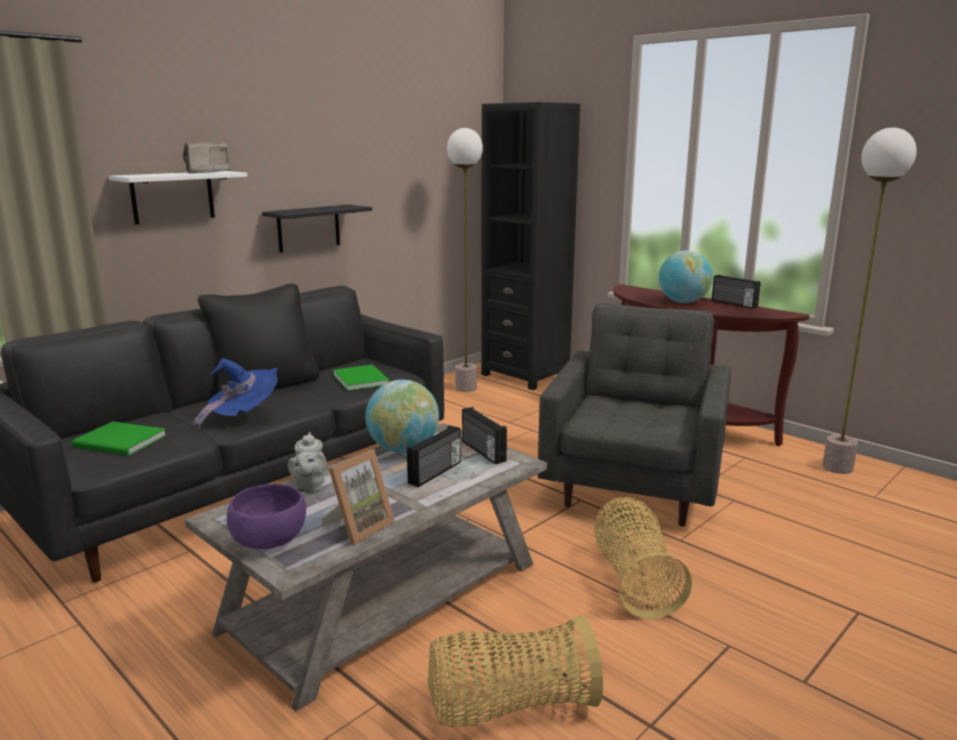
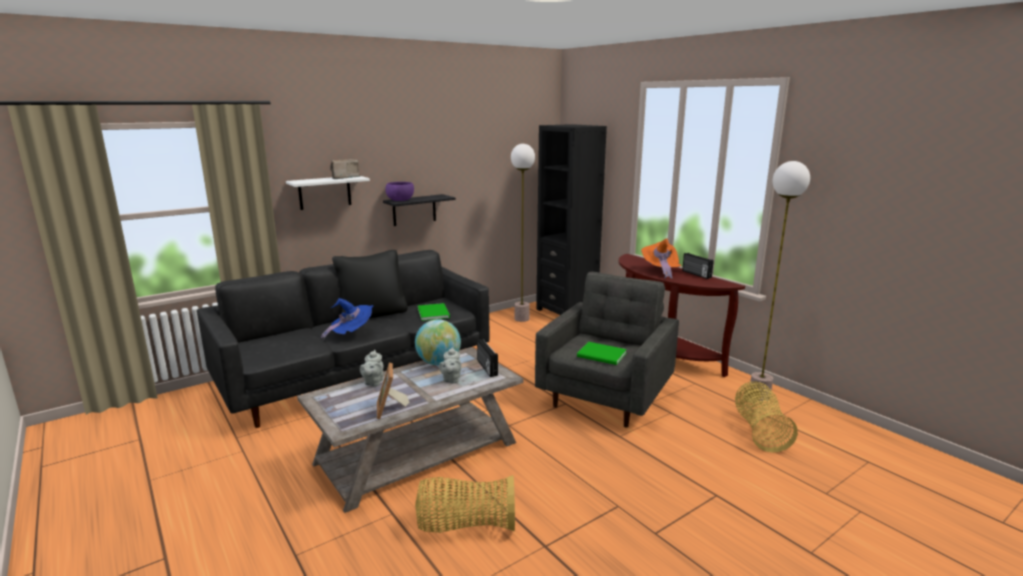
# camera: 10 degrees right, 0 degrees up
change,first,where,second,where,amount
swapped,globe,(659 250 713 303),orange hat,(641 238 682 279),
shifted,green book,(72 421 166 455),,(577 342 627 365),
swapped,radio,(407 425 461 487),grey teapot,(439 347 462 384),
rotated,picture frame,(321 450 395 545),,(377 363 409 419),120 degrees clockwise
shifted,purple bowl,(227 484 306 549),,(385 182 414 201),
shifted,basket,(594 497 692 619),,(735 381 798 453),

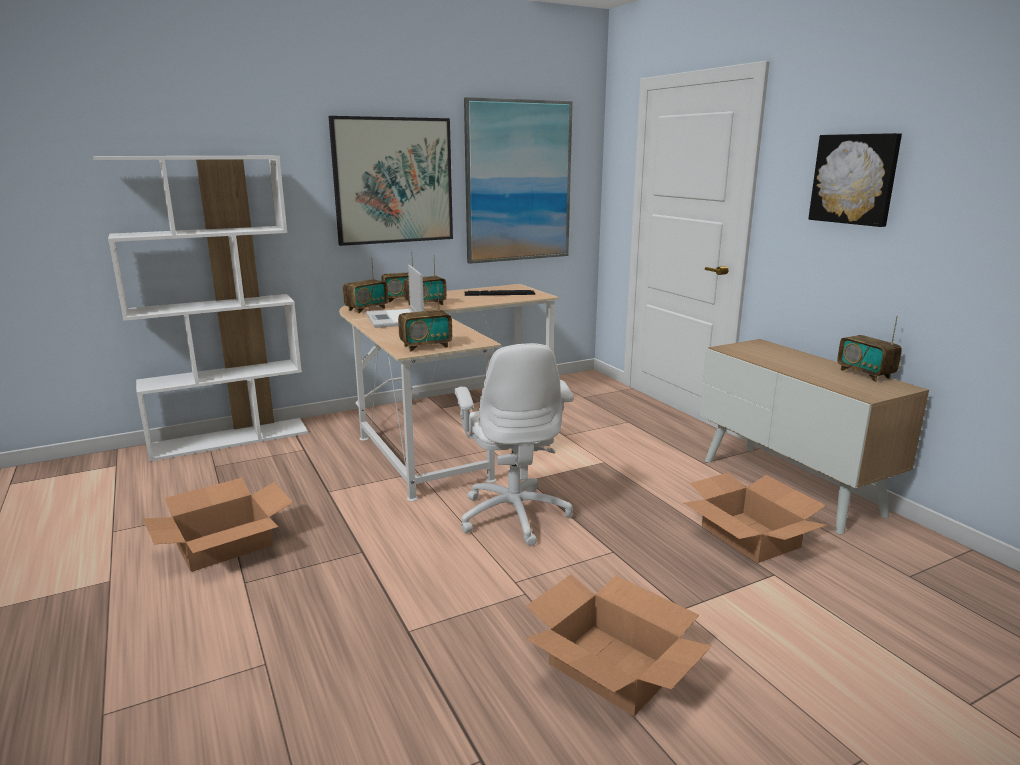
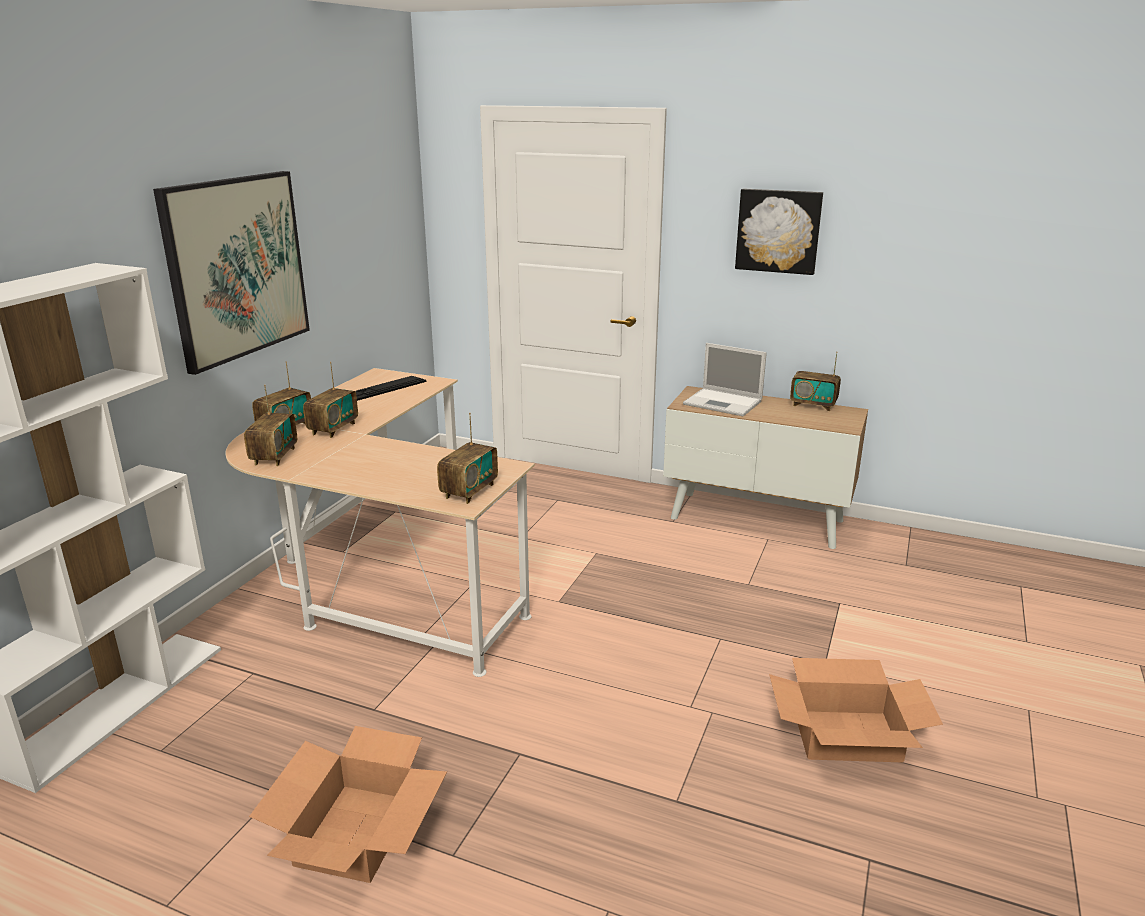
# camera: 40 degrees left, 5 degrees up
change,first,where,second,where,amount
gone,picture,(464 97 573 264),,,
shifted,laptop,(366 265 424 328),,(683 343 767 416),
gone,white office chair,(455 343 574 546),,,
gone,cardboard box,(684 472 827 563),,,

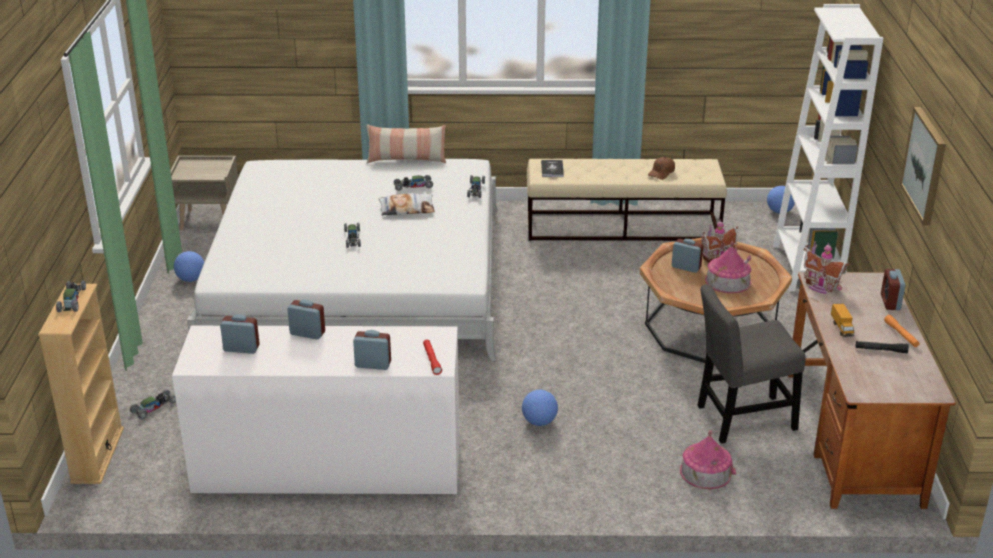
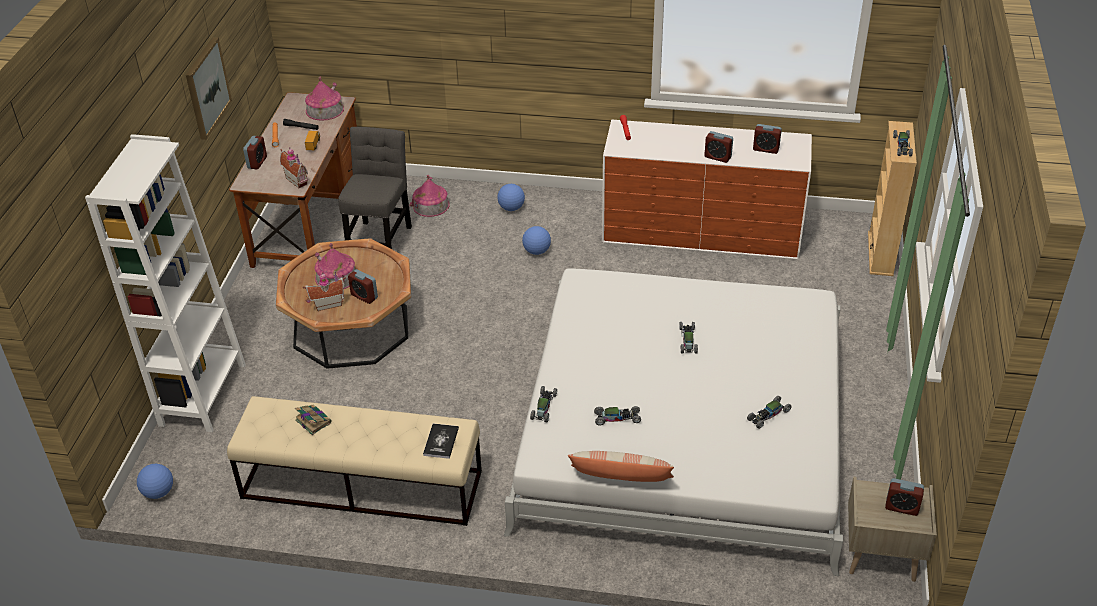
# camera: 170 degrees left, 10 degrees up
change,first,where,second,where,amount
swapped,brown cap,(648 157 675 180),book,(295 405 332 435),
gone,pillow,(378 193 435 216),,,
shifted,football,(174 251 204 282),,(497 184 525 211),
rotated,grey chair,(697 284 806 444),,(338 127 412 249),75 degrees counterclockwise
shifted,alarm clock,(353 330 391 370),,(885 478 924 516),
shifted,toy car,(130 390 176 419),,(747 396 791 429),
new,,,toy house,(305 77 344 121),

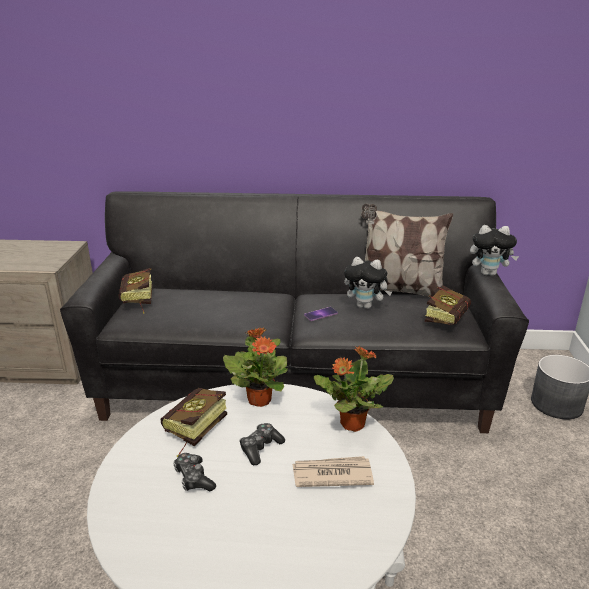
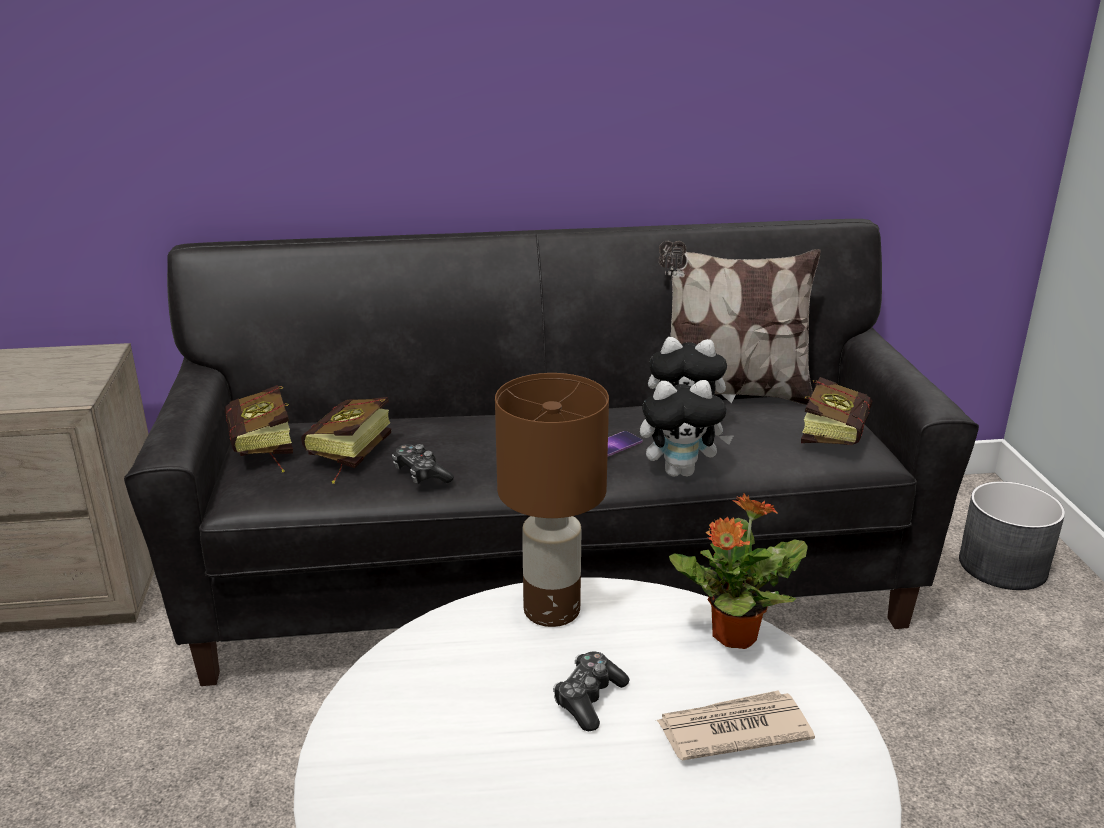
# camera: 10 degrees left, 0 degrees up
change,first,where,second,where,amount
shifted,plush toy,(470 225 519 276),,(640 380 734 477),
swapped,potted plant,(223 327 288 407),brown table lamp,(495 373 609 627),
shifted,book,(161 388 227 458),,(301 397 391 484),
shifted,game controller,(173 453 216 491),,(392 444 454 484),

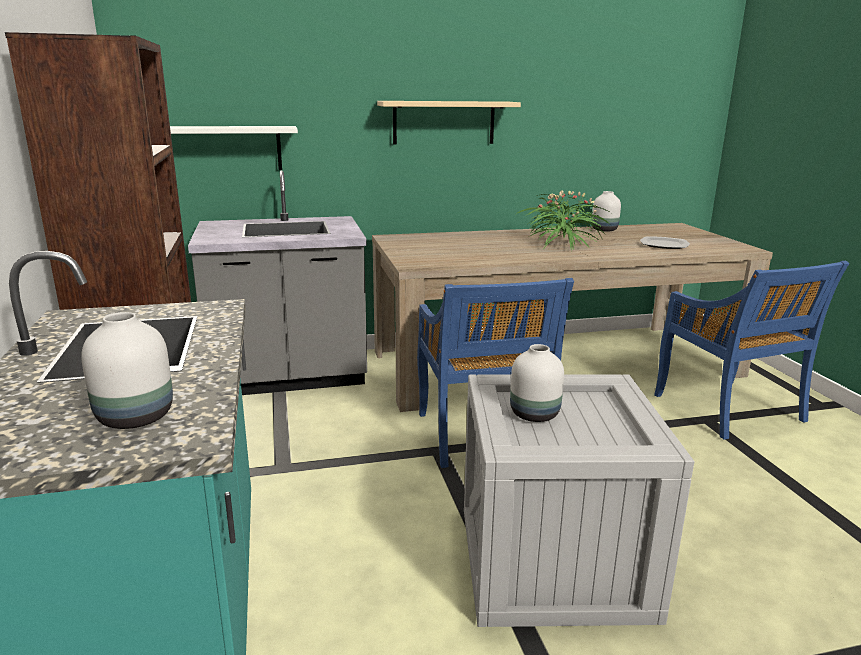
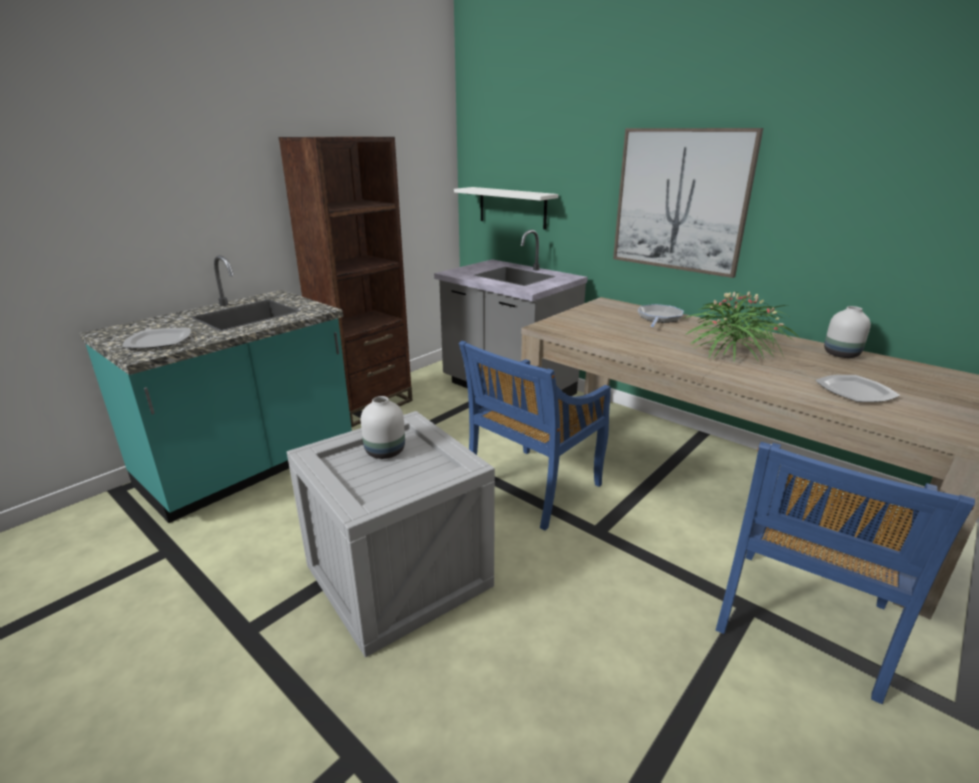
# camera: 55 degrees right, 5 degrees up
change,first,where,second,where,amount
swapped,beige shelf,(377 101 521 144),picture,(613 128 763 278),
swapped,white vase,(81 312 173 429),plate,(122 328 191 348),
new,,,frying pan,(638 304 684 327),

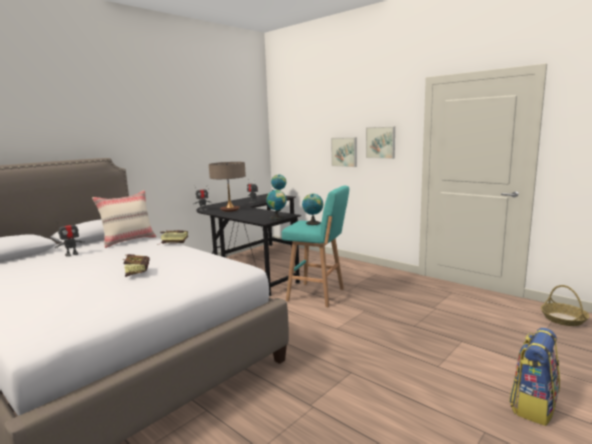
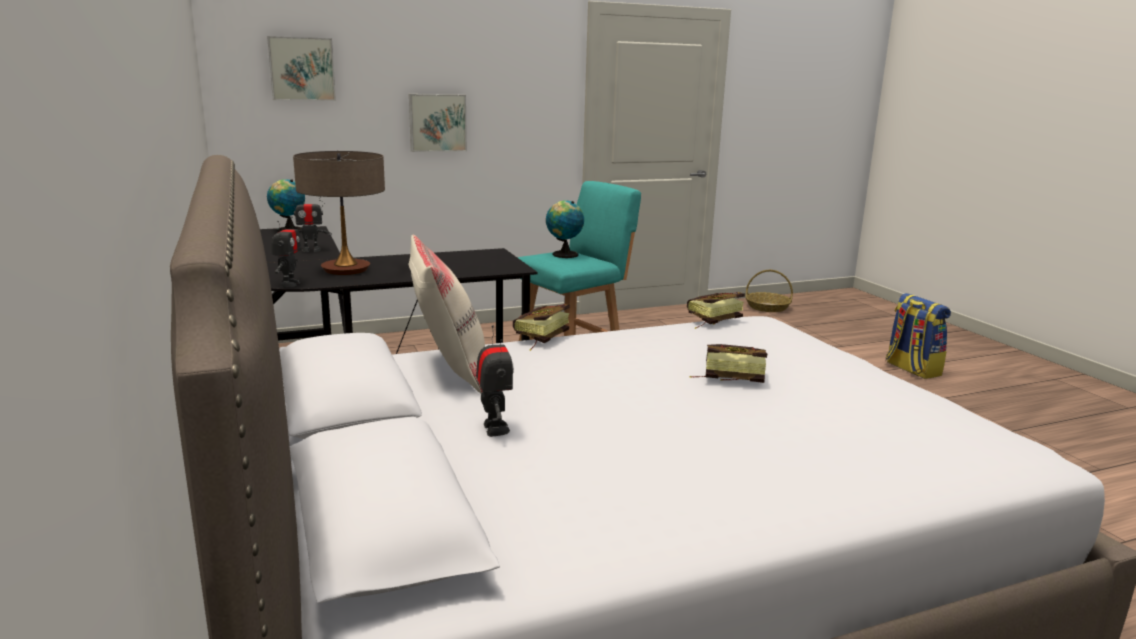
# camera: 65 degrees left, 5 degrees up
change,first,where,second,where,amount
shifted,picture,(366 127 395 159),,(267 36 336 101),
gone,globe,(266 190 287 220),,,
new,,,book,(687 292 745 329),

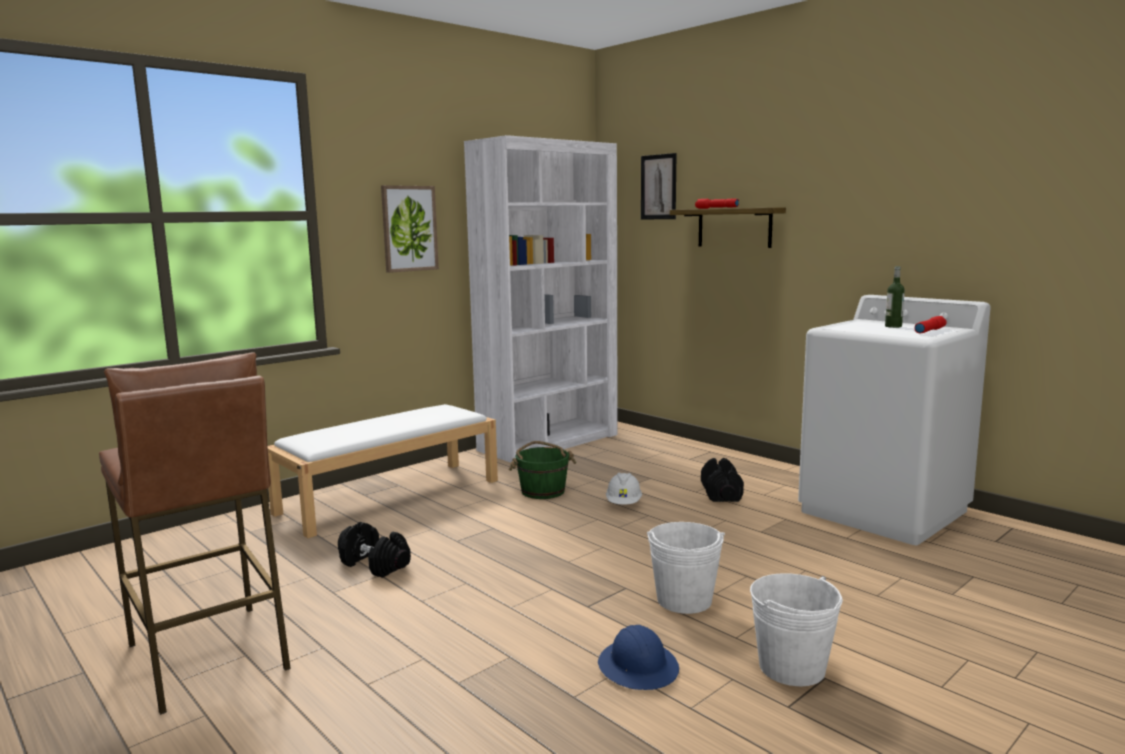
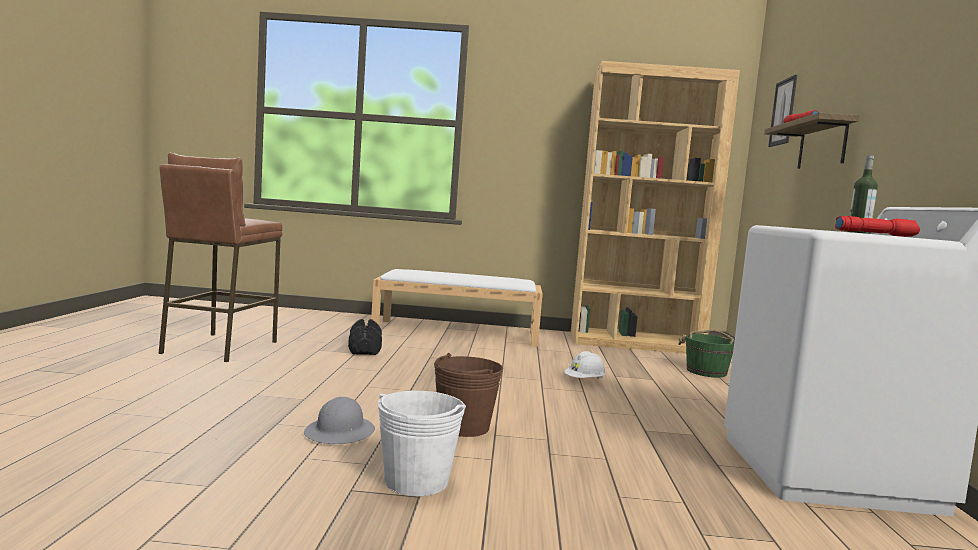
# camera: 45 degrees right, 5 degrees down
change,first,where,second,where,amount
repainted,white bookcase,(464 135 618 463),brown bookcase,(571 61 740 354),
gone,picture,(381 185 439 273),,,
shifted,green bucket,(509 441 576 499),,(678 330 734 378),
gone,black dumbbell,(701 458 744 502),,,
repainted,white bucket,(647 522 725 614),brown bucket,(434 353 503 437),
repainted,blue hard hat,(598 625 679 690),grey hard hat,(304 397 375 444),

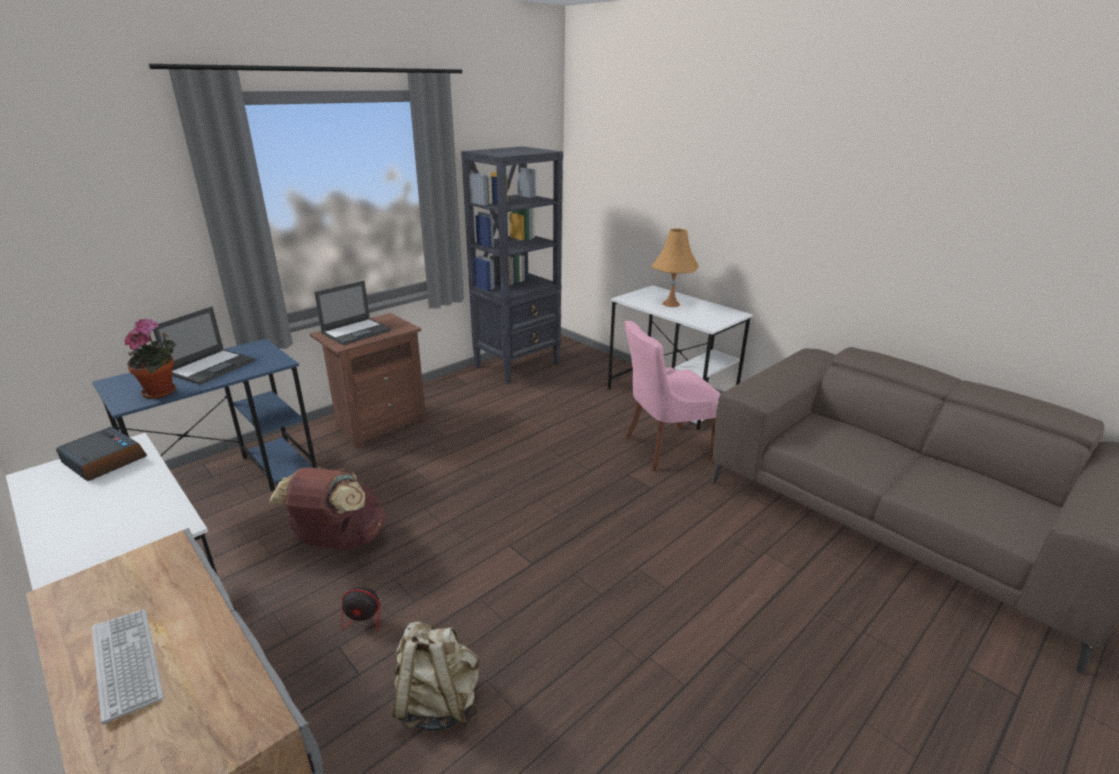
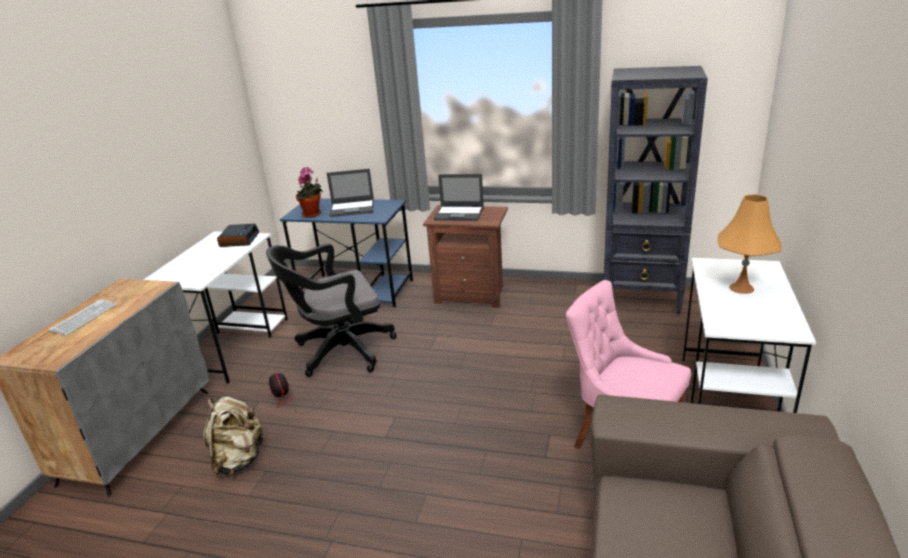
# camera: 60 degrees right, 0 degrees up
change,first,where,second,where,amount
swapped,brown backpack,(269 467 386 550),black office chair,(266 243 397 377),

